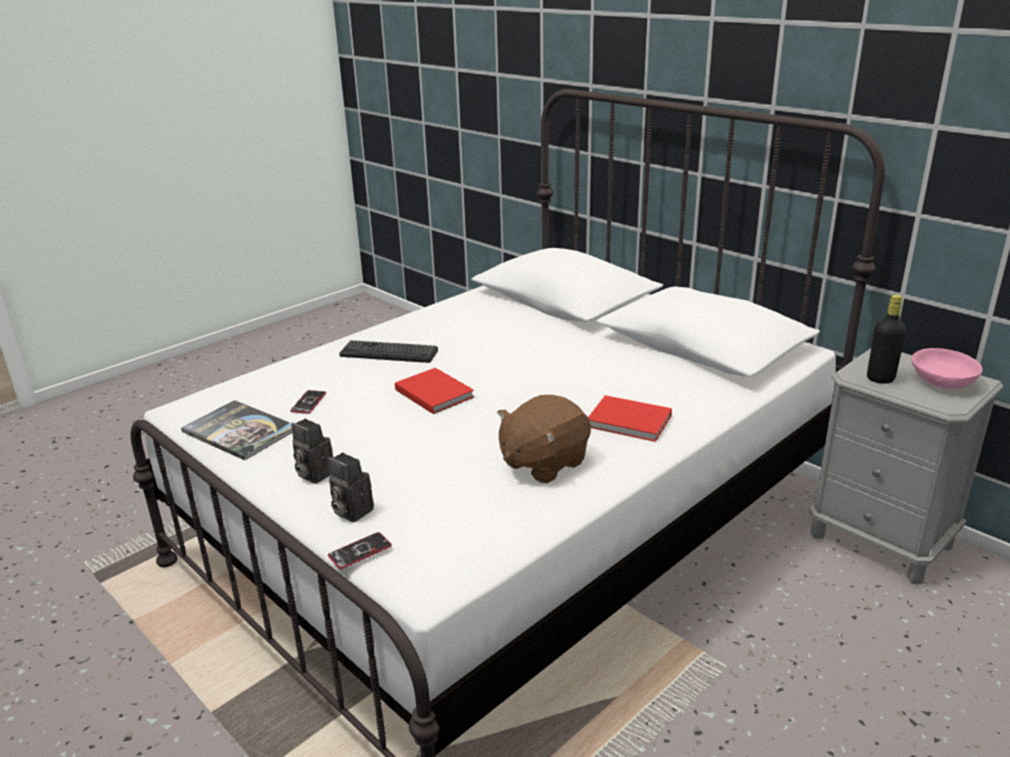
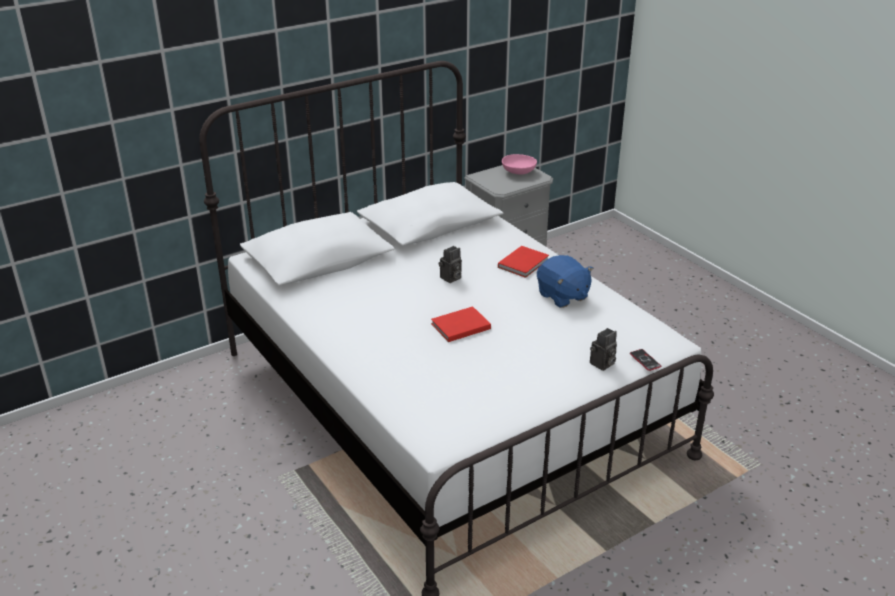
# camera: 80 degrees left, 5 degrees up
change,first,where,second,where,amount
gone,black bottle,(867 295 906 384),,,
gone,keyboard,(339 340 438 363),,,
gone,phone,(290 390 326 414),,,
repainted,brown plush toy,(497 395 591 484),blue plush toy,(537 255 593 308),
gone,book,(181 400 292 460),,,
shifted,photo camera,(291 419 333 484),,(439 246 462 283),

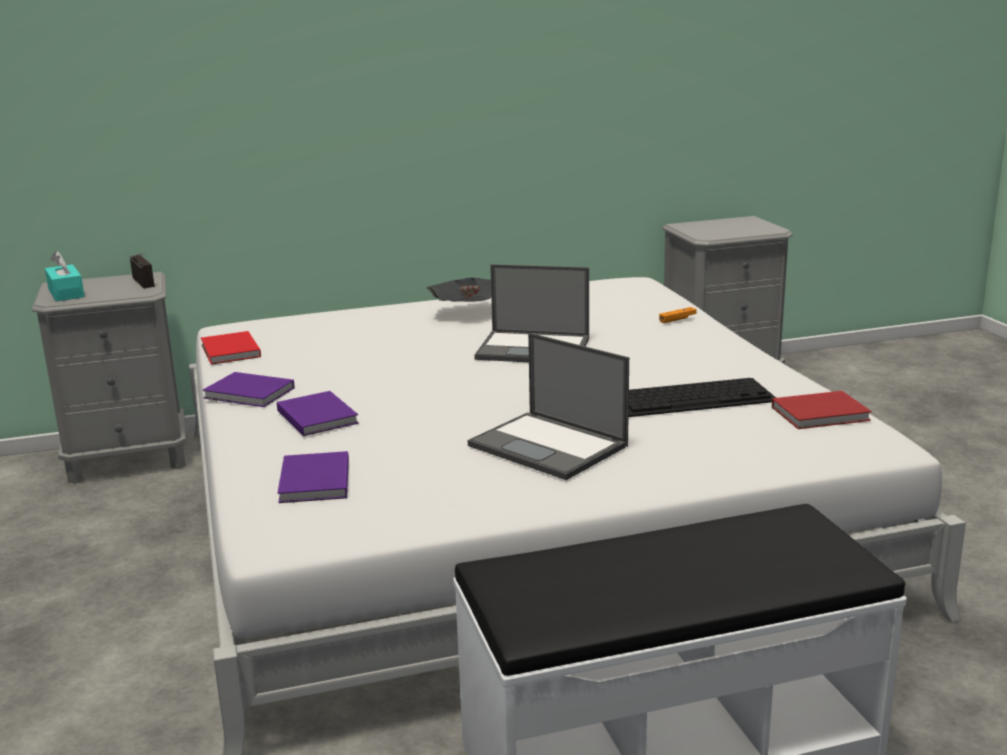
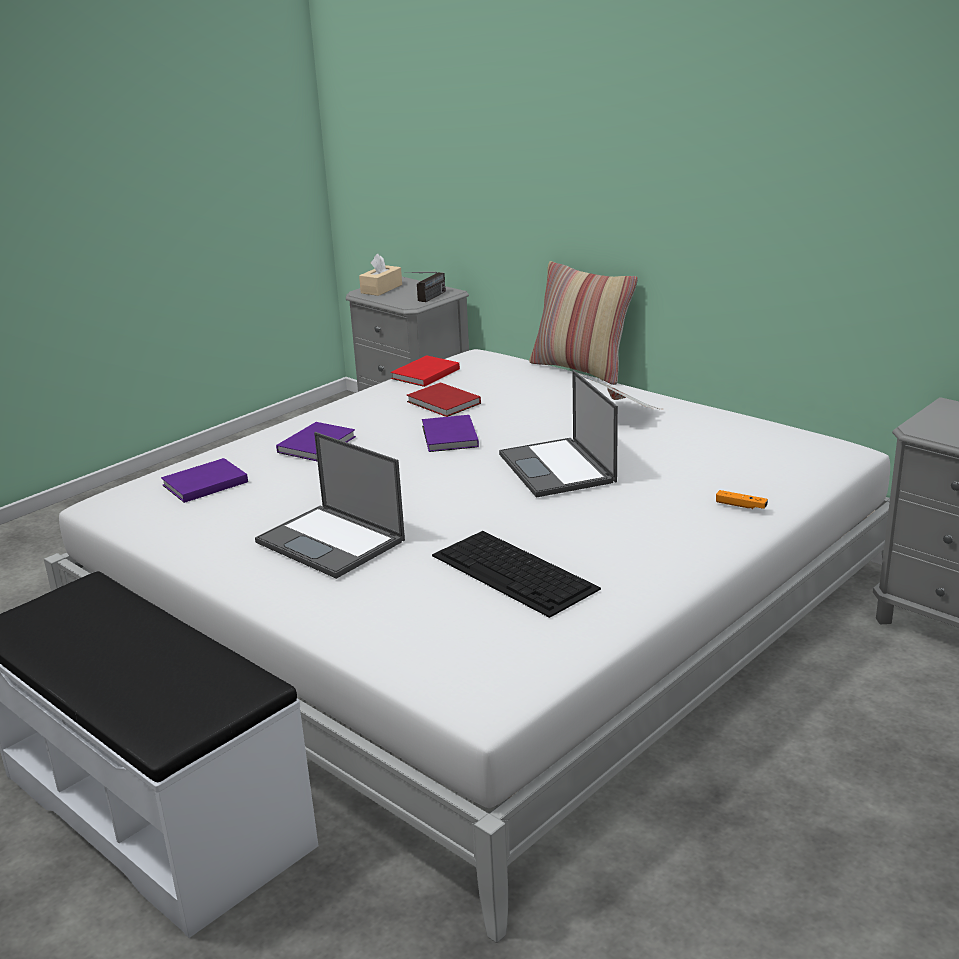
# camera: 60 degrees right, 5 degrees up
change,first,where,second,where,amount
repainted,turquoise tissue box,(45 251 85 301),beige tissue box,(359 253 402 296),
rotated,laptop,(468 333 629 480),,(255 432 405 579),60 degrees counterclockwise
shifted,purple book,(203 372 295 407),,(422 415 479 452),
shifted,red book,(772 391 872 429),,(407 382 481 417),
new,,,pillow,(529 261 638 385),

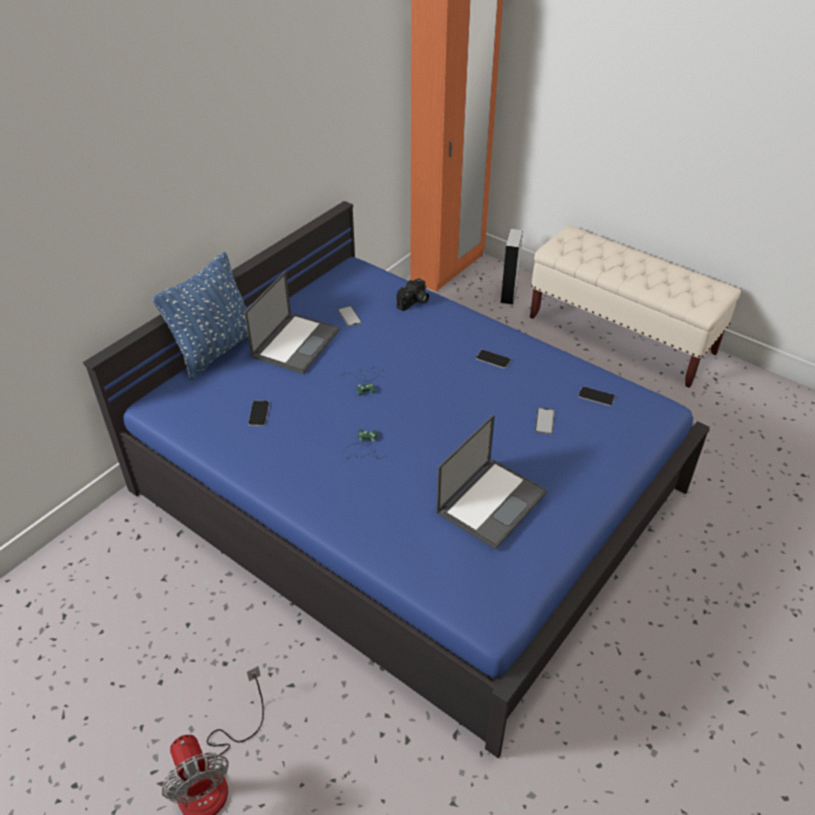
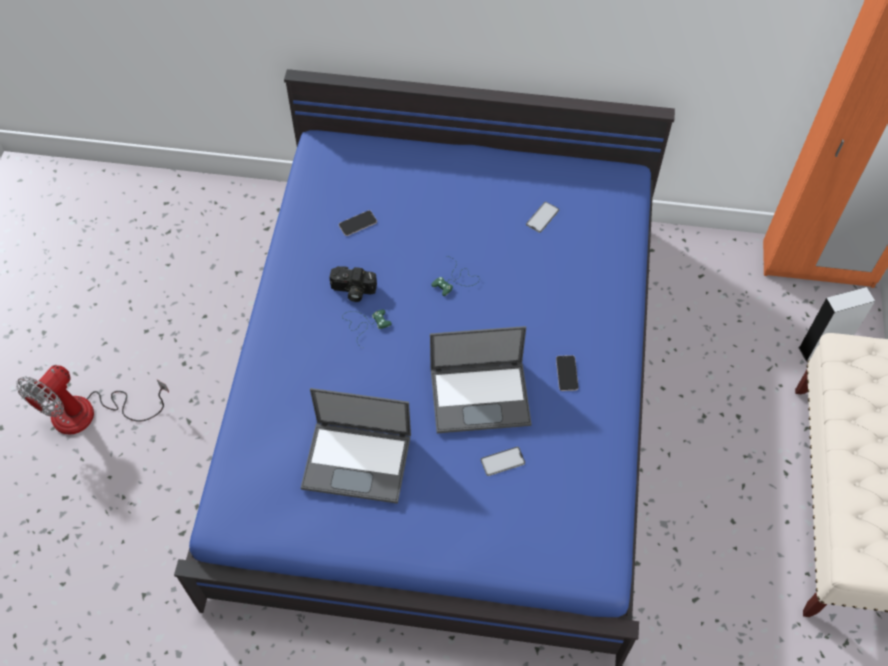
# camera: 60 degrees right, 15 degrees up
change,first,where,second,where,amount
gone,blue pillow,(152 252 248 380),,,
shifted,laptop,(244 271 340 374),,(430 326 531 433),
shifted,photo camera,(396 278 429 311),,(330 266 377 302),
gone,phone,(578 386 615 406),,,

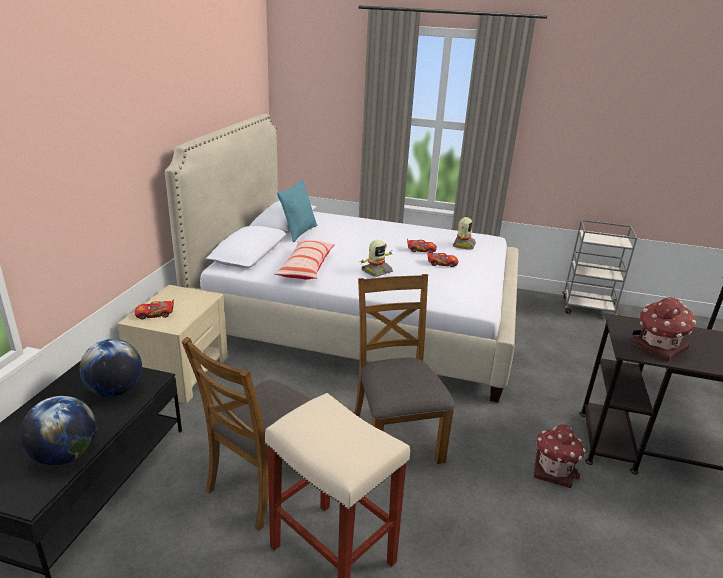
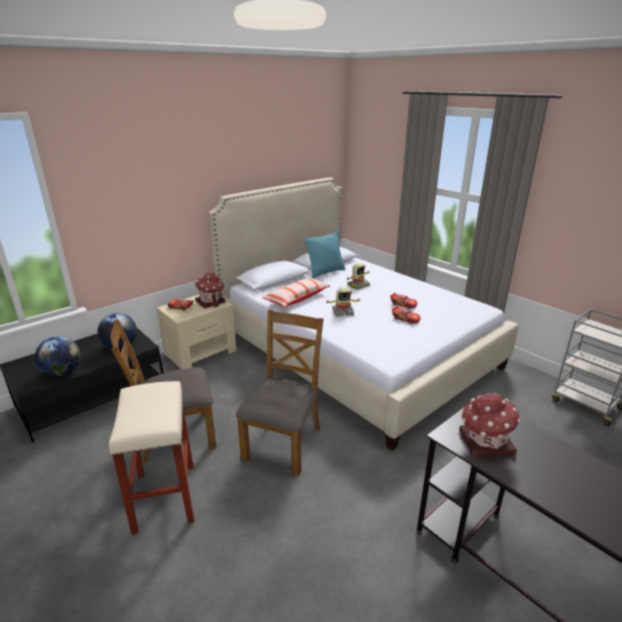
# camera: 35 degrees right, 0 degrees up
change,first,where,second,where,amount
shifted,toy robot,(453 217 476 250),,(347 262 370 290),
shifted,toy house,(534 424 586 488),,(195 273 226 308),

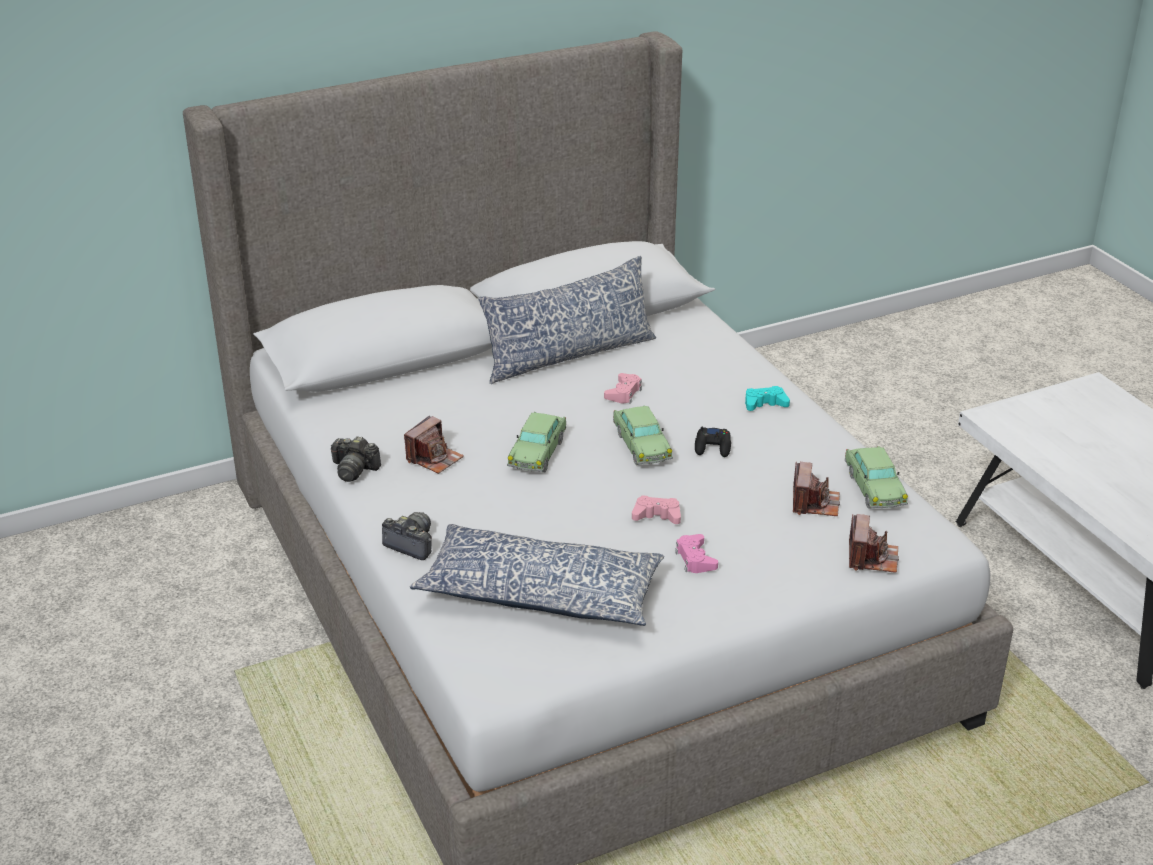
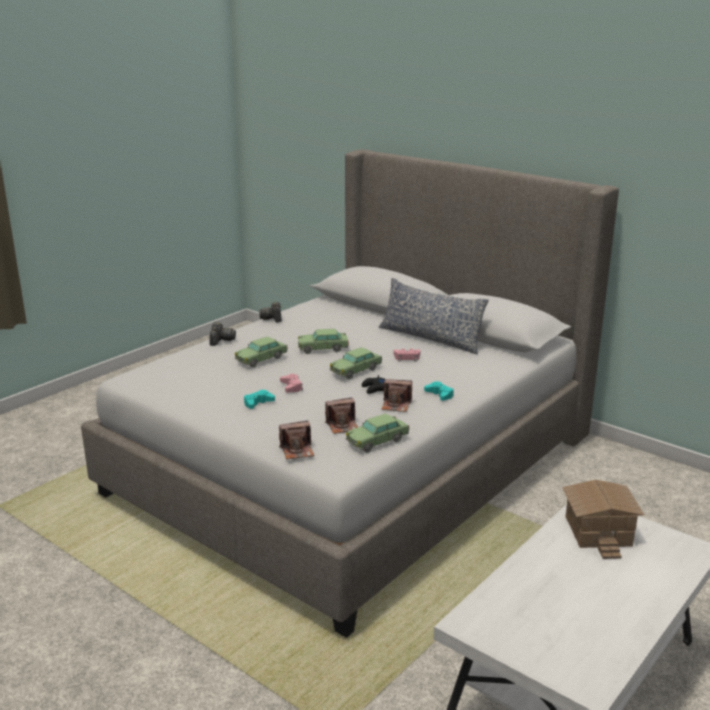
# camera: 65 degrees right, 10 degrees down
change,first,where,second,where,amount
shifted,photo camera,(404 415 464 474),,(381 379 412 412),
gone,pillow,(410 524 664 626),,,
repainted,pink game controller,(675 534 718 573),turquoise game controller,(244 390 275 409),
new,,,toy car,(235 337 288 368),
new,,,toy house,(562 480 644 559),

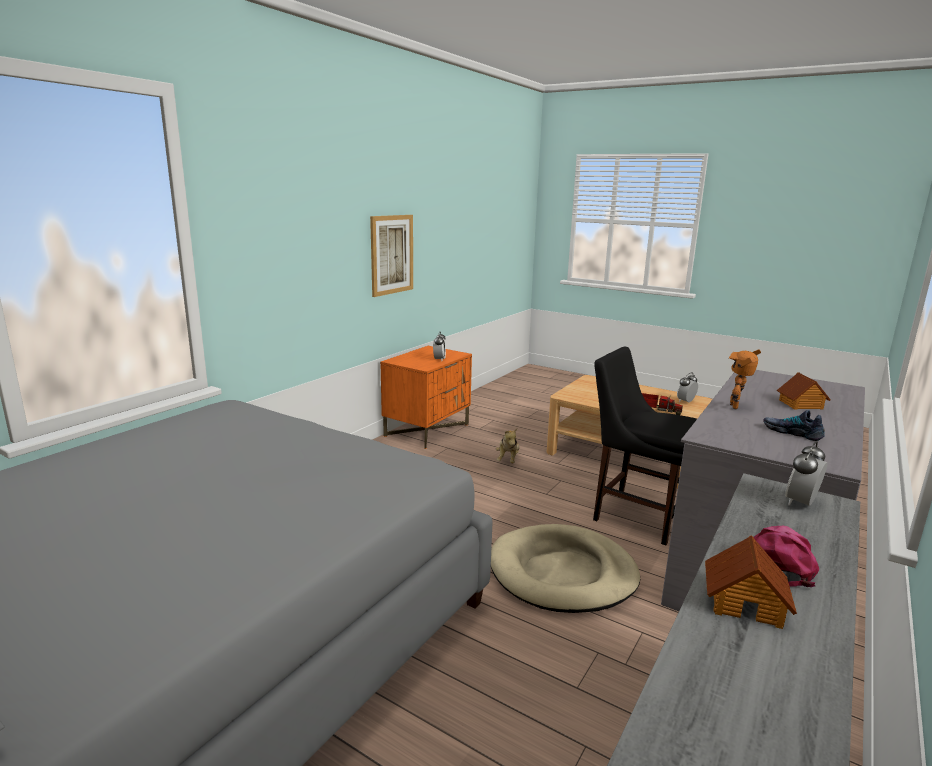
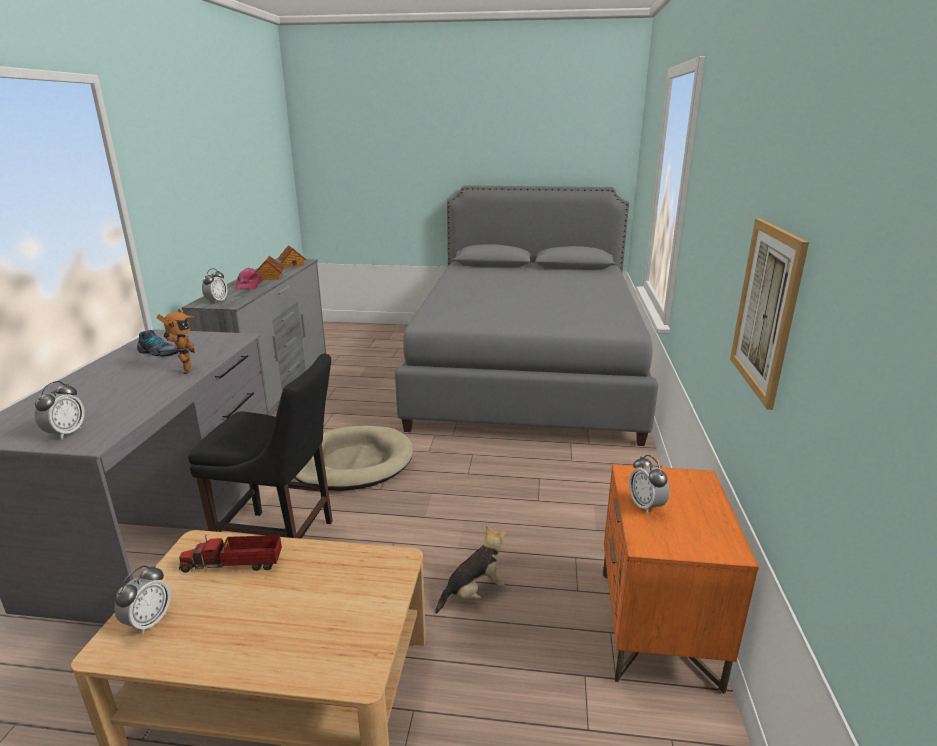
# camera: 155 degrees right, 5 degrees up
change,first,where,second,where,amount
shifted,toy house,(777 372 831 410),,(278 245 306 268),
rotated,plush toy,(496 428 520 463),,(435 525 505 614),75 degrees clockwise
new,,,alarm clock,(35 381 84 440),

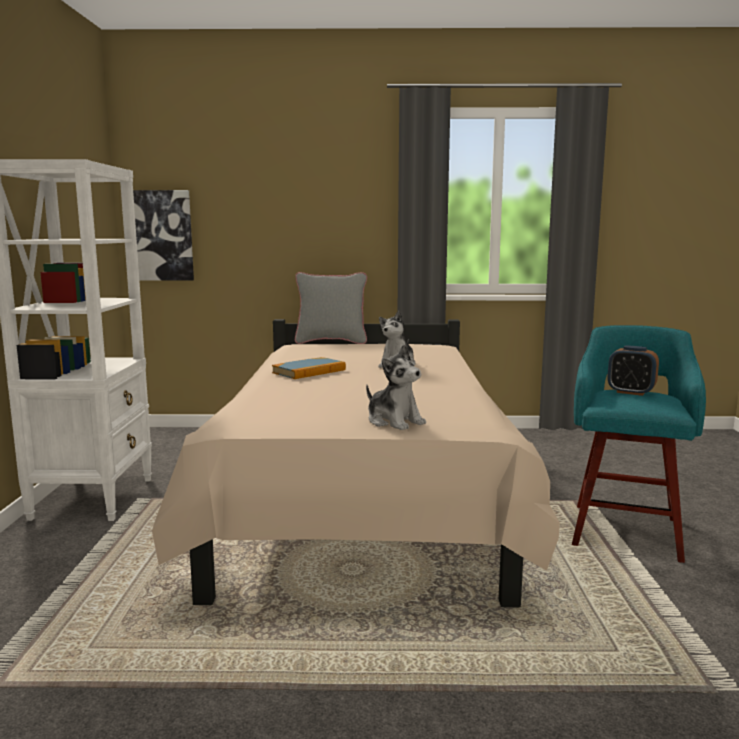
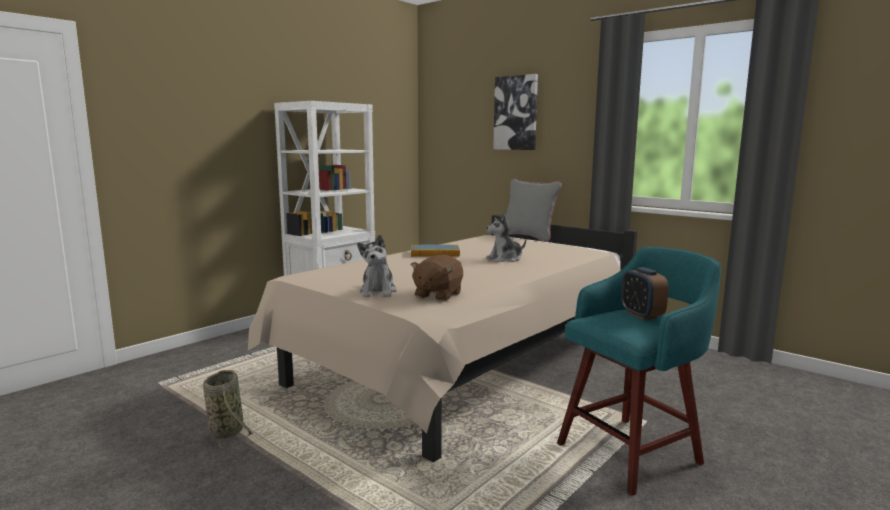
# camera: 40 degrees right, 0 degrees up
change,first,where,second,where,amount
shifted,picture,(133 190 194 281),,(493 74 538 150),
new,,,brown plush toy,(410 255 463 301),
new,,,basket,(203 370 254 449),

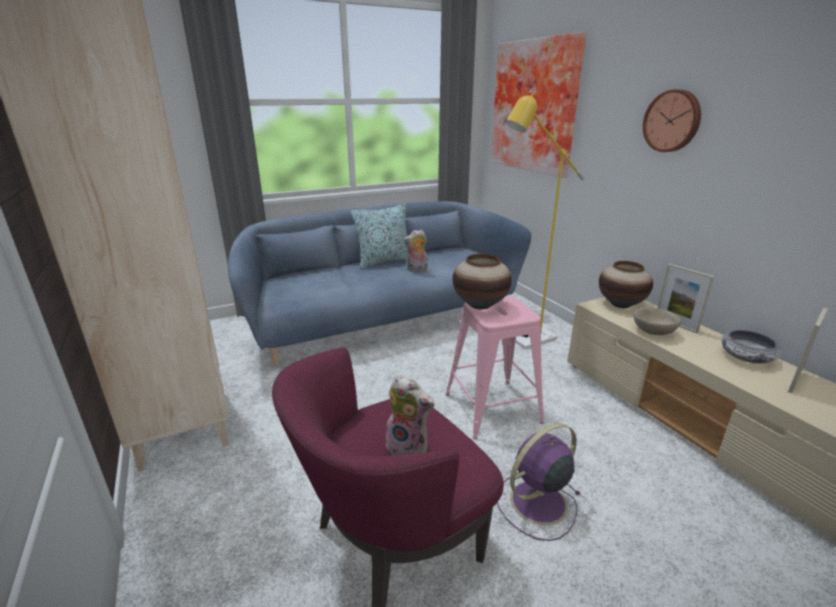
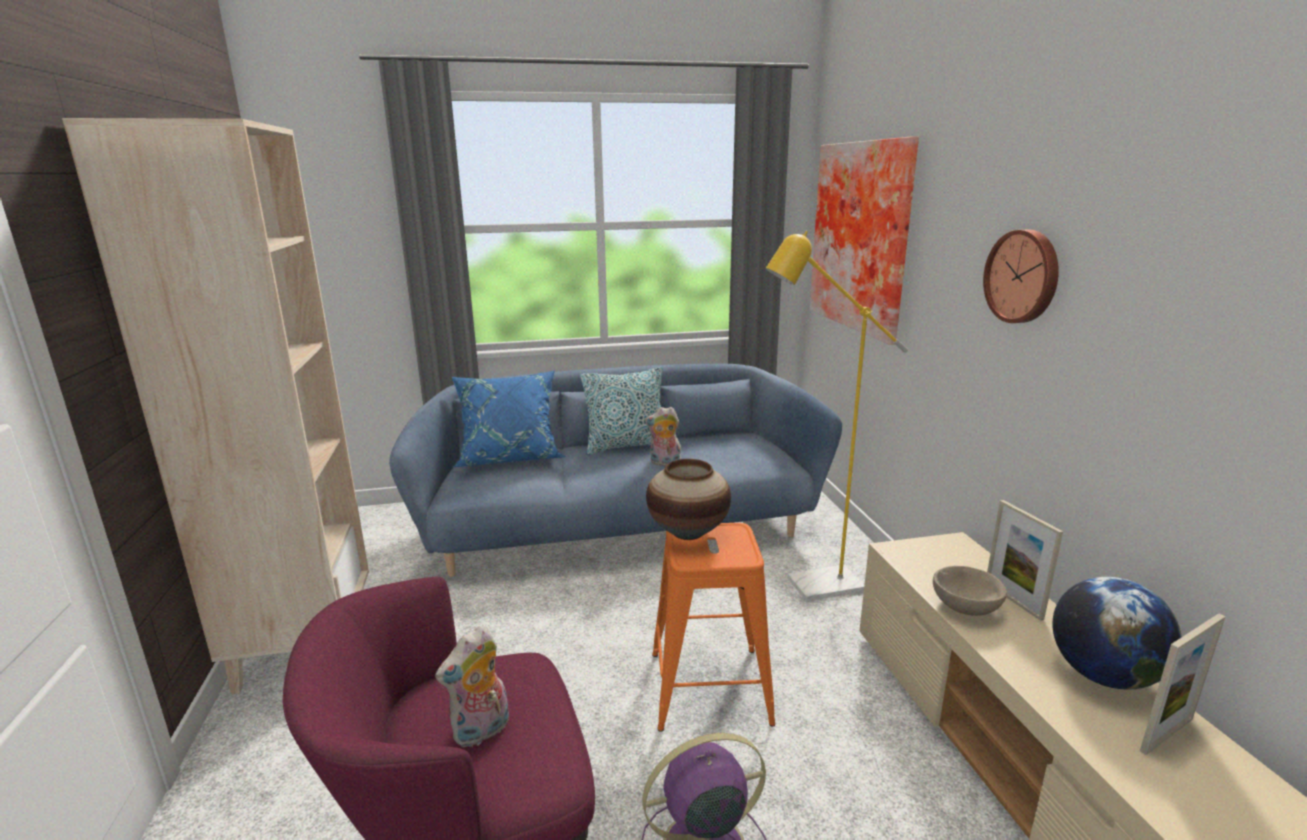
# camera: 15 degrees right, 5 degrees down
change,first,where,second,where,amount
gone,vase,(599 261 653 308),,,
repainted,pink stool,(446 296 544 439),orange stool,(652 523 776 732),
swapped,bowl,(721 330 781 364),globe,(1052 577 1182 689),
rotated,plush toy,(386 375 434 456),,(435 626 509 747),90 degrees clockwise
new,,,blue pillow,(452 371 565 467),

